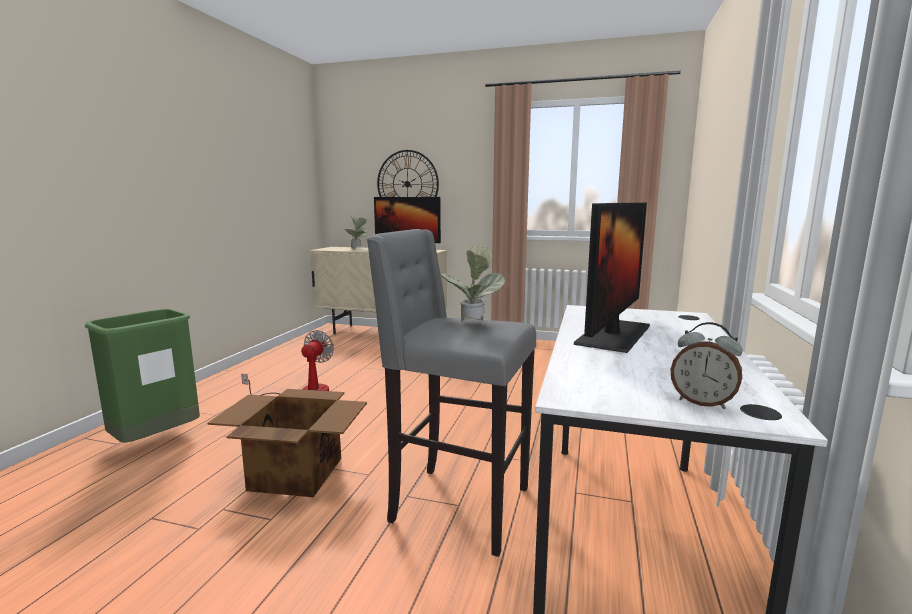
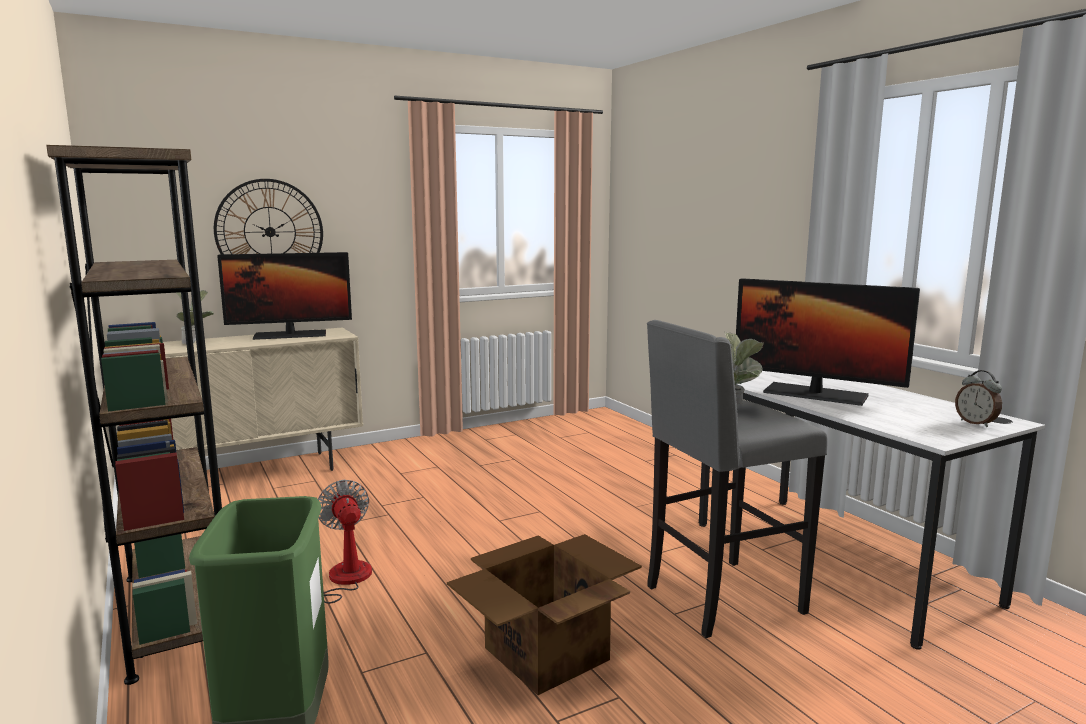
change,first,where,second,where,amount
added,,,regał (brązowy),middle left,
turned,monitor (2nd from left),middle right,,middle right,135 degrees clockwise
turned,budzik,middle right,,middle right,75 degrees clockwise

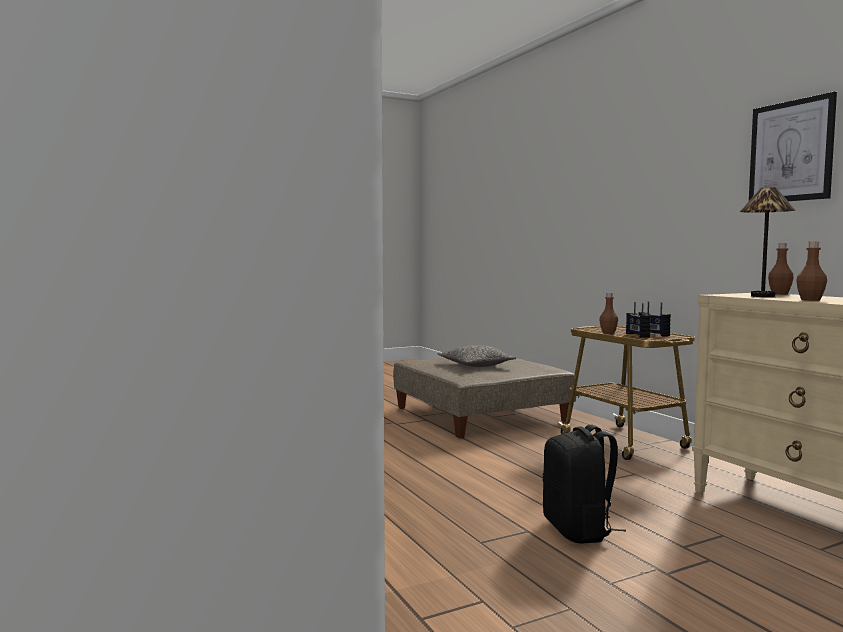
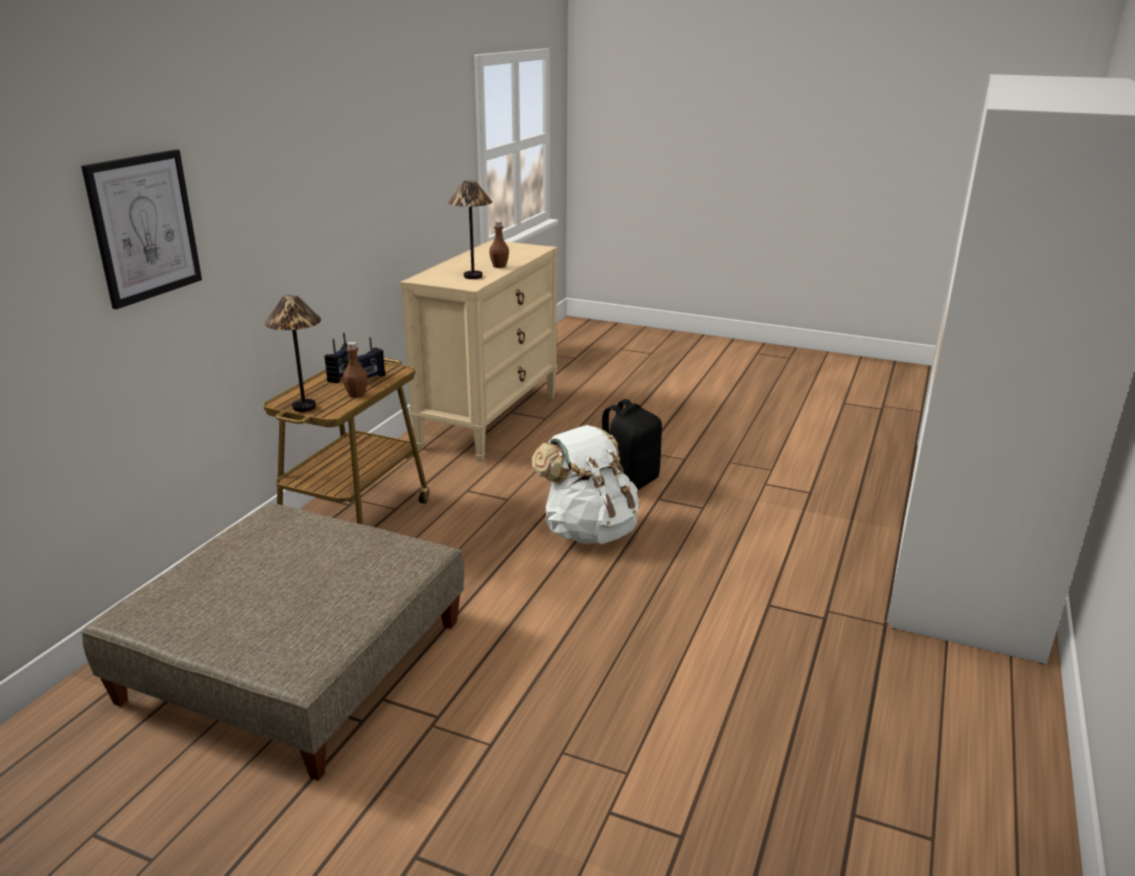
change,first,where,second,where,amount
moved,obraz,top right,,top left,
added,,,lampa stołowa (1st from left),middle left,
added,,,plecak (biały),centre,
removed,poduszka,centre,,,
removed,butelka (brązowy) (2nd from left),middle right,,,

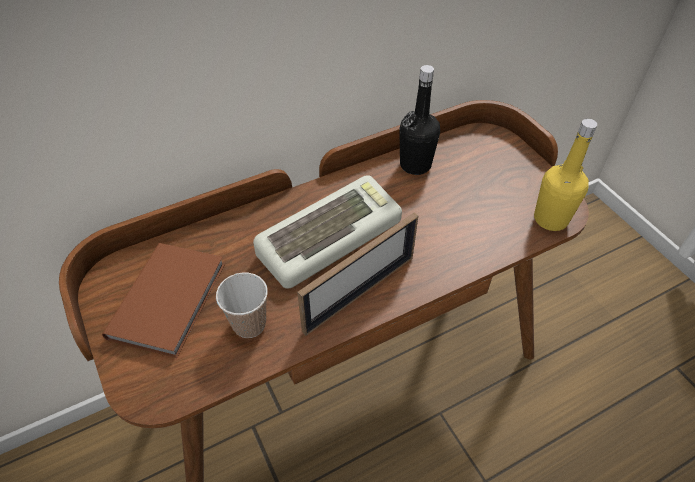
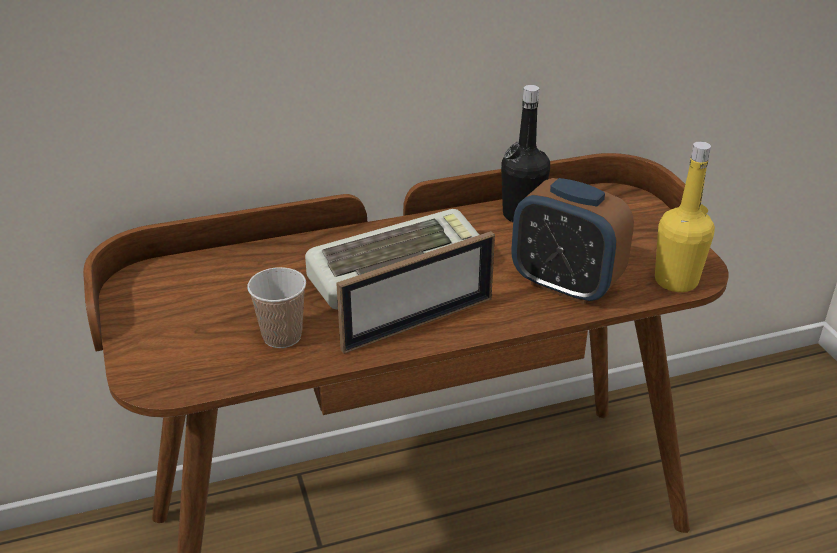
change,first,where,second,where,amount
added,,,budzik,middle right,
removed,książka (brązowy),middle left,,,

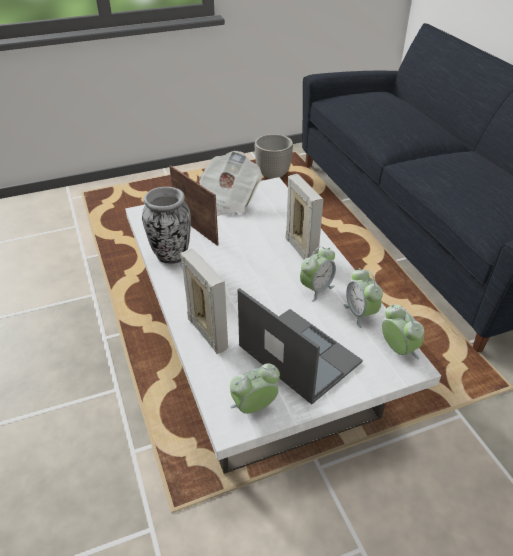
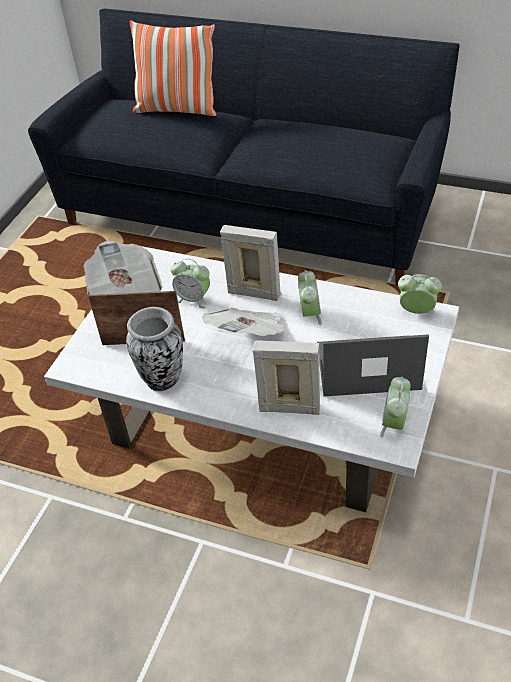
change,first,where,second,where,amount
added,,,poduszka,top centre,
moved,budzik (3rd from left in the first image),middle right,budzik (1st from left),centre,
added,,,gazeta (2nd from left),centre,
removed,donica,top centre,,,

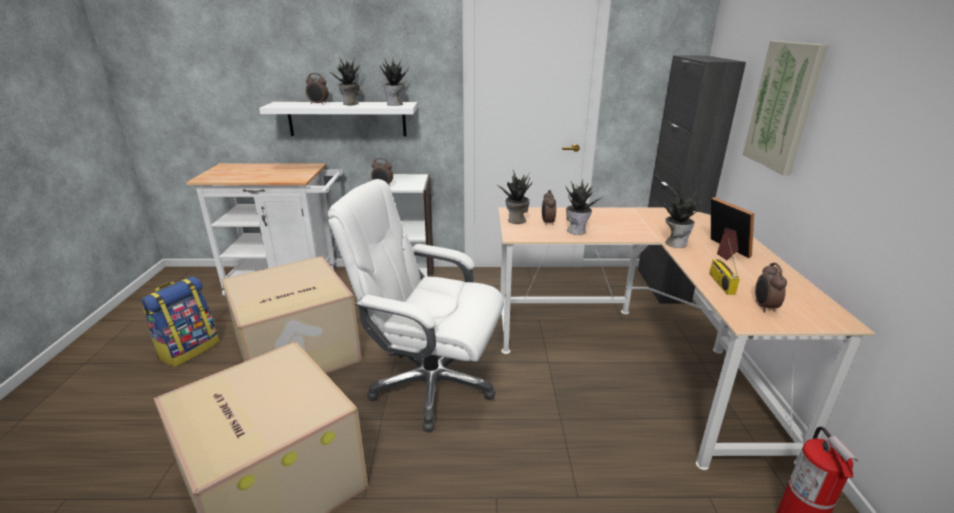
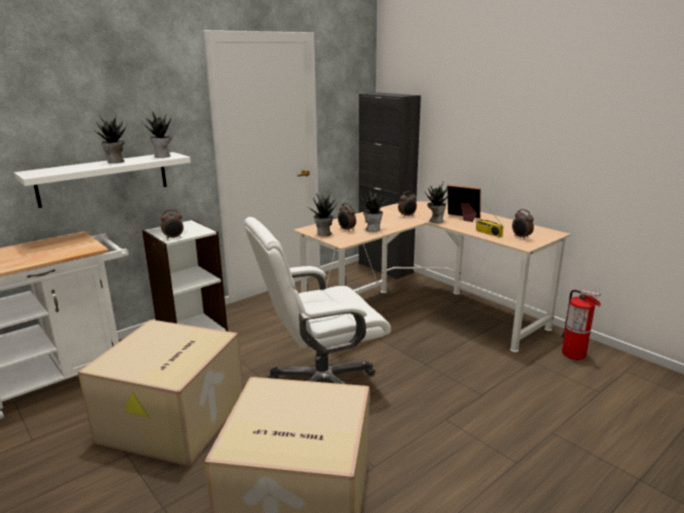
change,first,where,second,where,amount
moved,budzik (1st from left in the first image),top left,budzik (3rd from left),centre,
removed,plecak,middle left,,,
removed,obraz,top right,,,

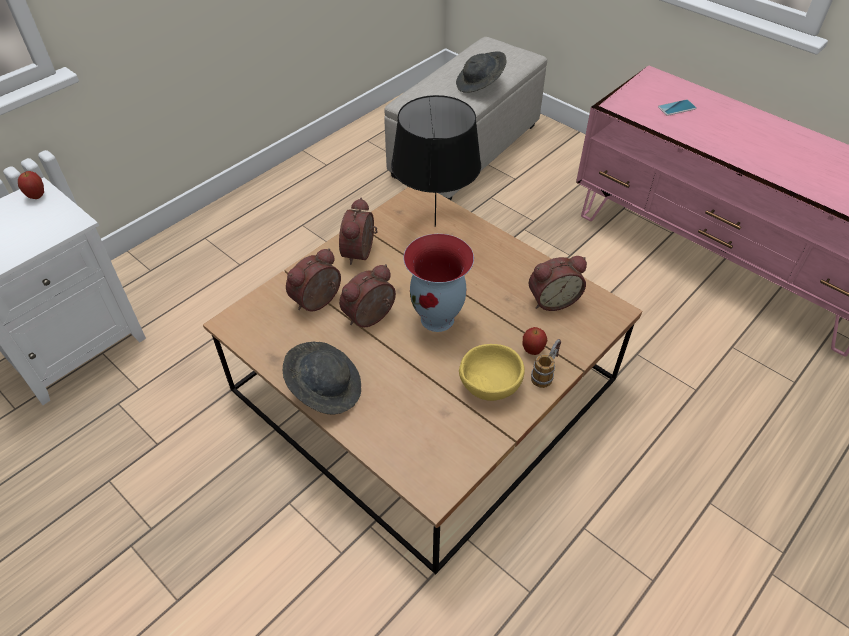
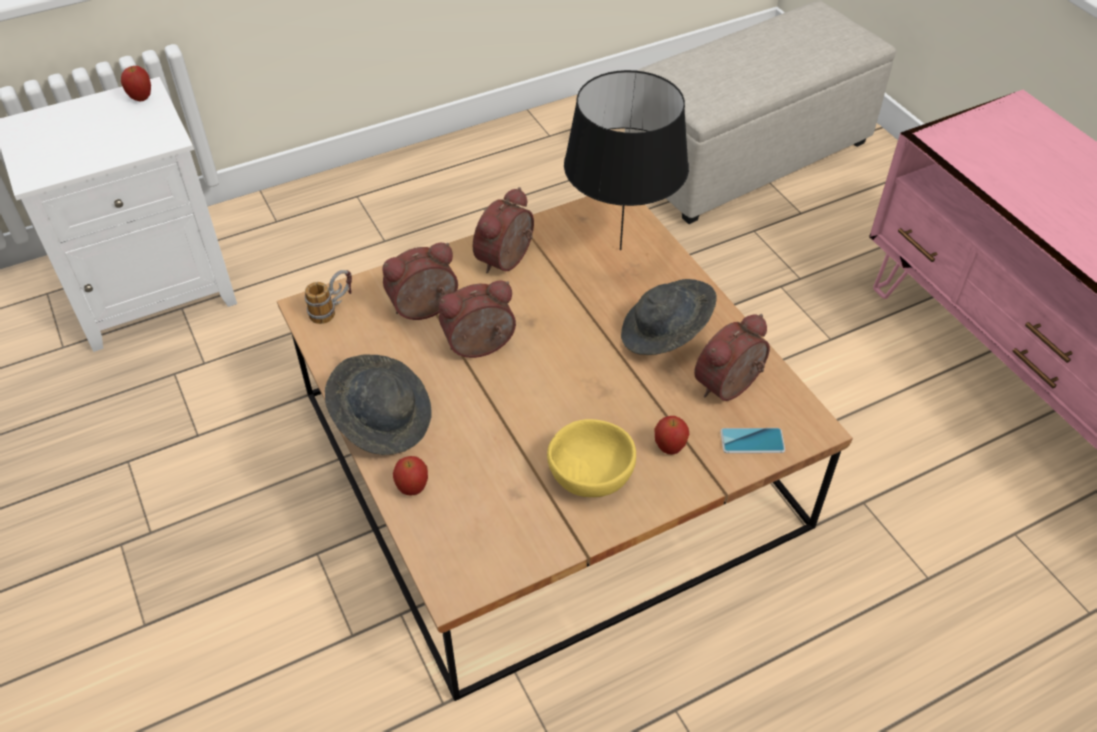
change,first,where,second,where,amount
moved,kubek,centre,,middle left,
added,,,jabłko (2nd from left),centre,
moved,kapelusz (szary) (2nd from left),top centre,,centre,
turned,budzik (4th from left),centre,,middle right,135 degrees clockwise
moved,telefon,top right,,middle right,
removed,wazon,centre,,,

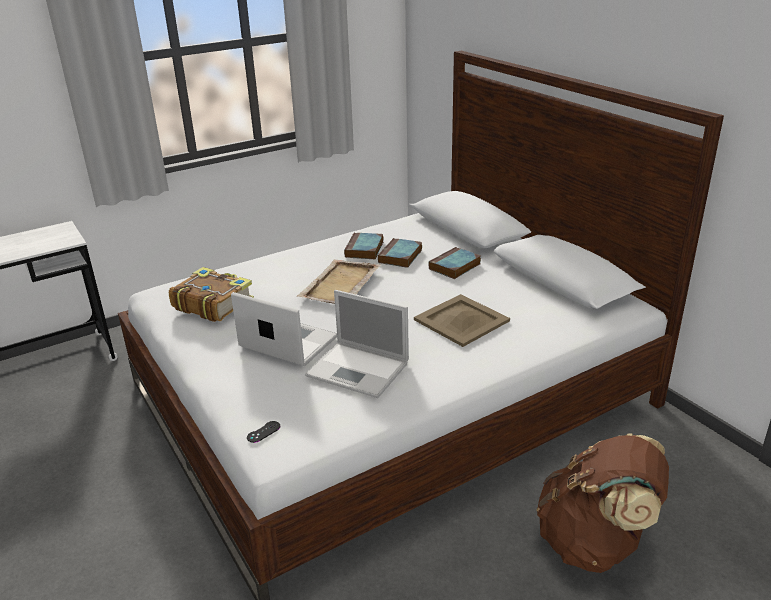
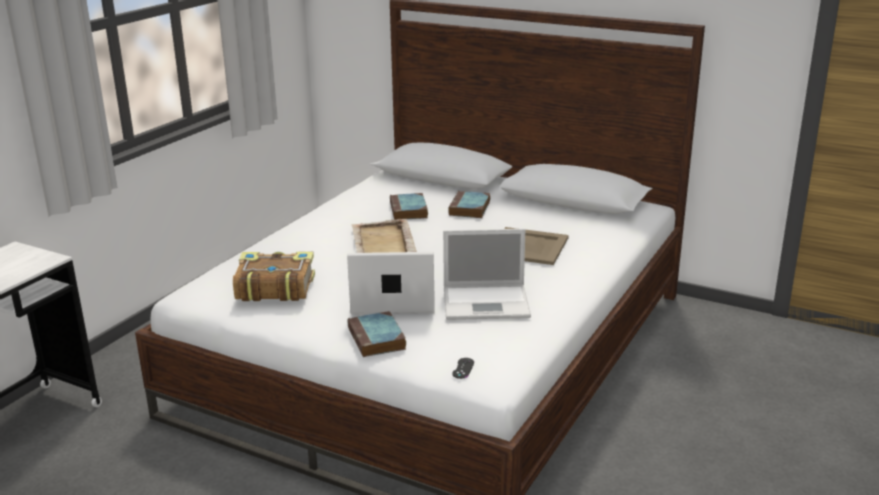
change,first,where,second,where,amount
moved,książka (2nd from left),centre,,bottom centre,
removed,plecak (brązowy),bottom right,,,

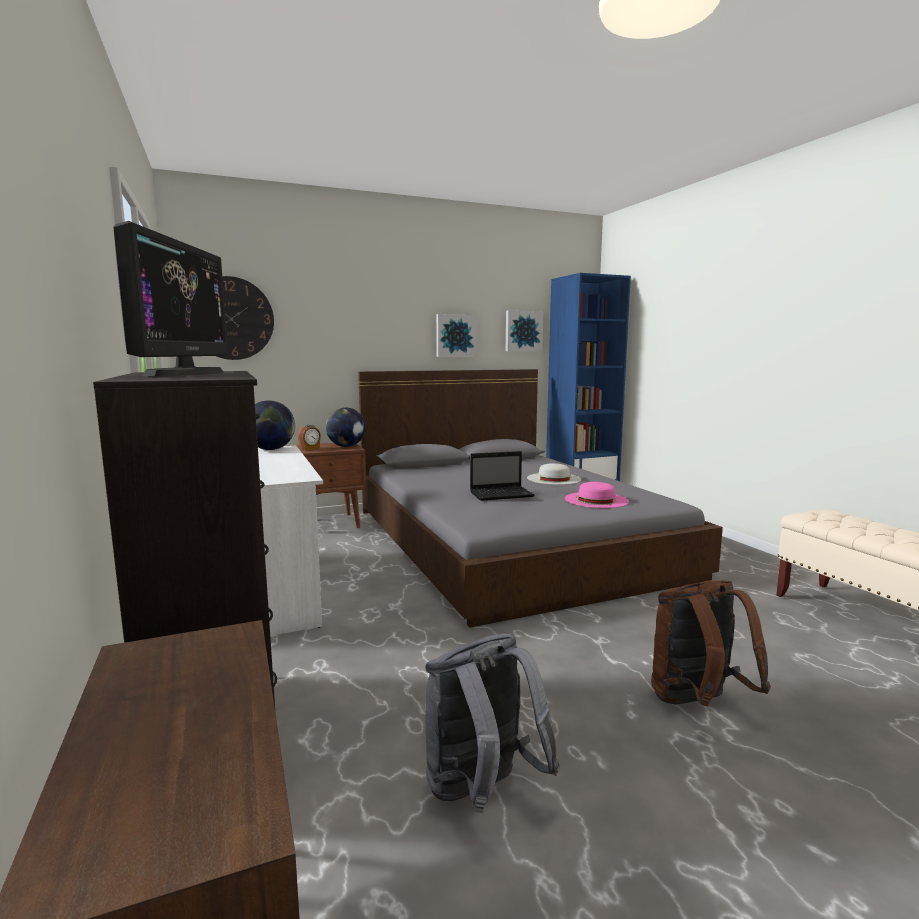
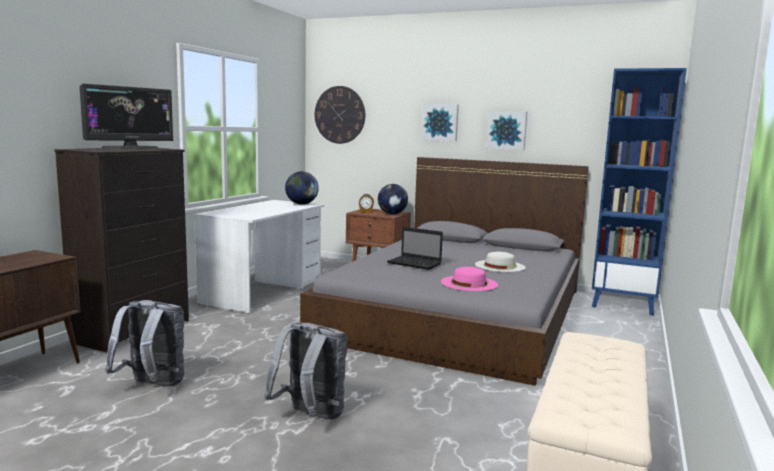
change,first,where,second,where,amount
recoloured,plecak (brązowy),bottom right,plecak (szary) (2nd from left),bottom centre,
moved,obraz (2nd from left in the first image),centre,obraz (1st from left),top centre,

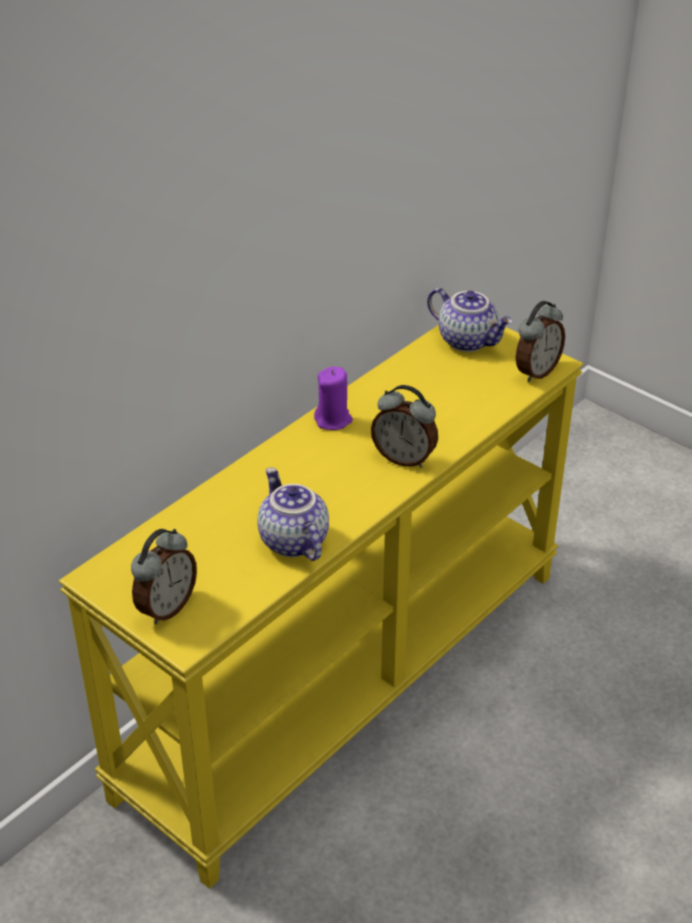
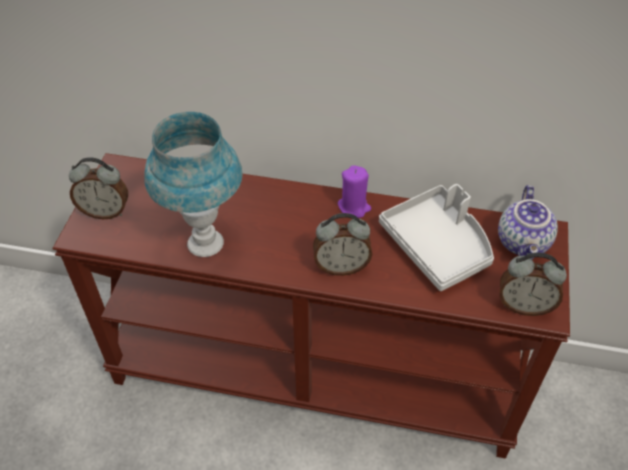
change,first,where,second,where,amount
recoloured,stolik konsolowy (żółty),centre,stolik konsolowy (brązowy),centre,
replaced,imbryk (1st from left),centre,lampa stołowa (niebieski),middle left,
turned,budzik (2nd from left),centre,,centre,90 degrees counterclockwise
added,,,taca (szary),middle right,

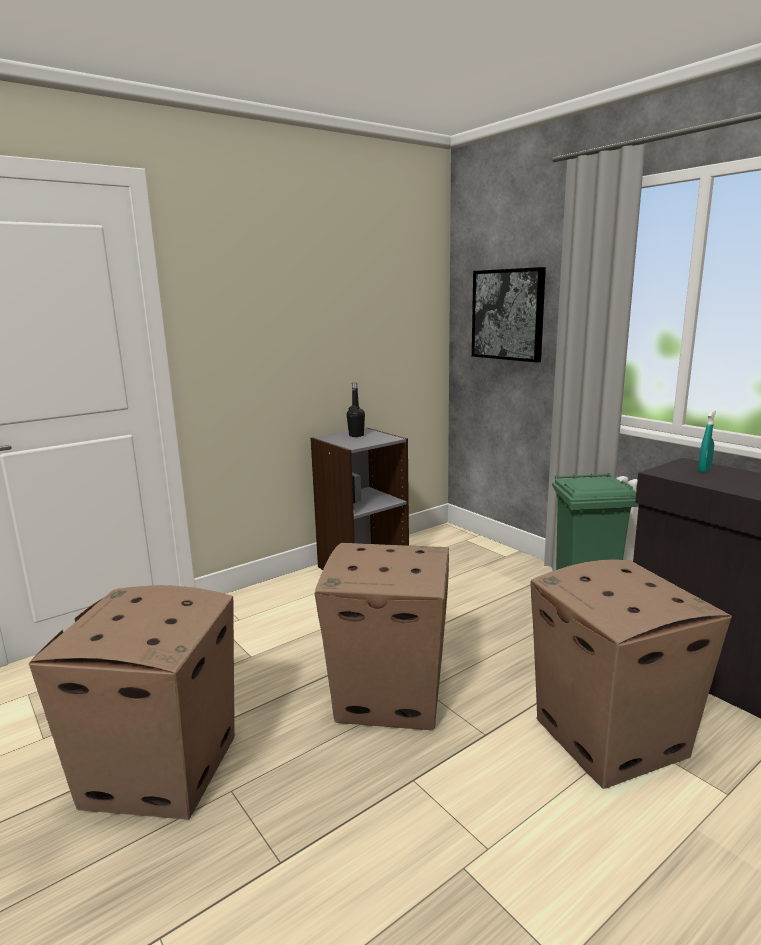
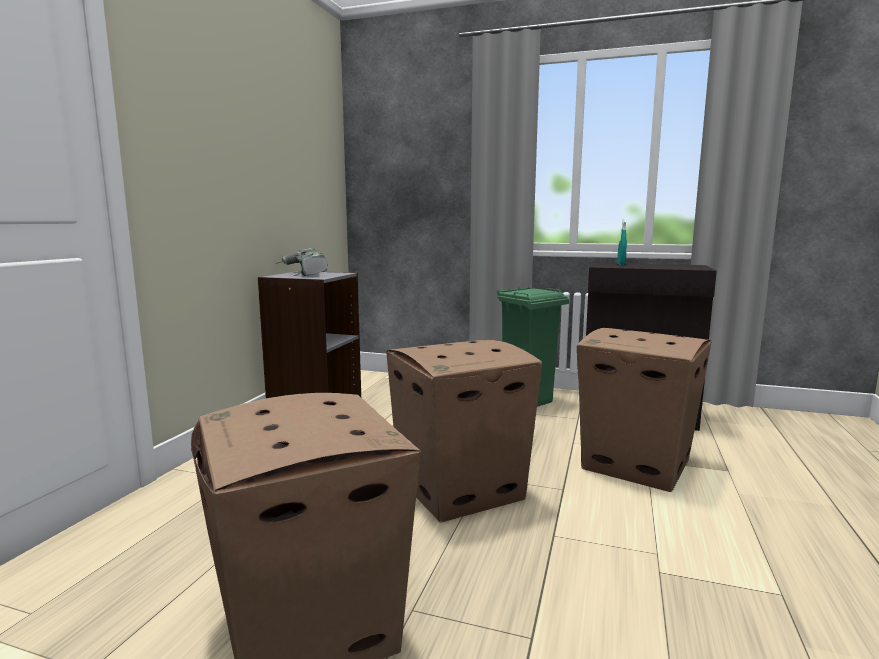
change,first,where,second,where,amount
replaced,butelka (czarny),centre,wiertarka,centre,
removed,obraz,middle right,,,

